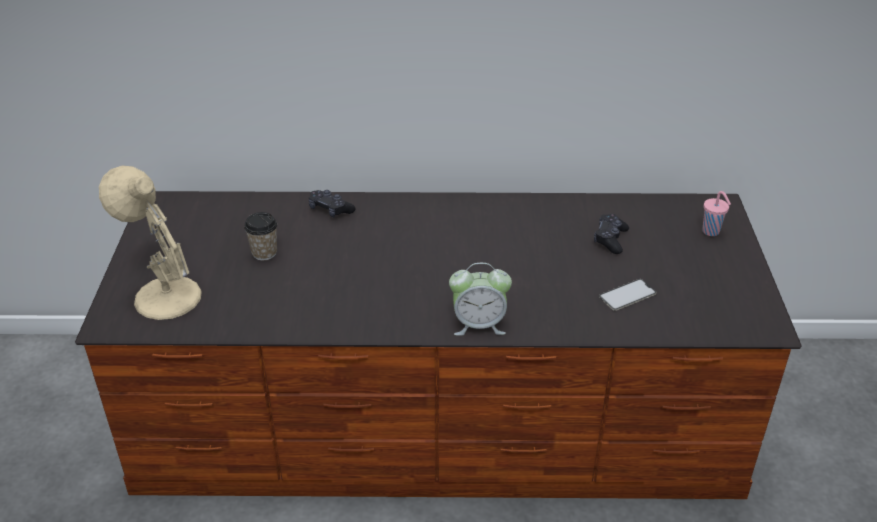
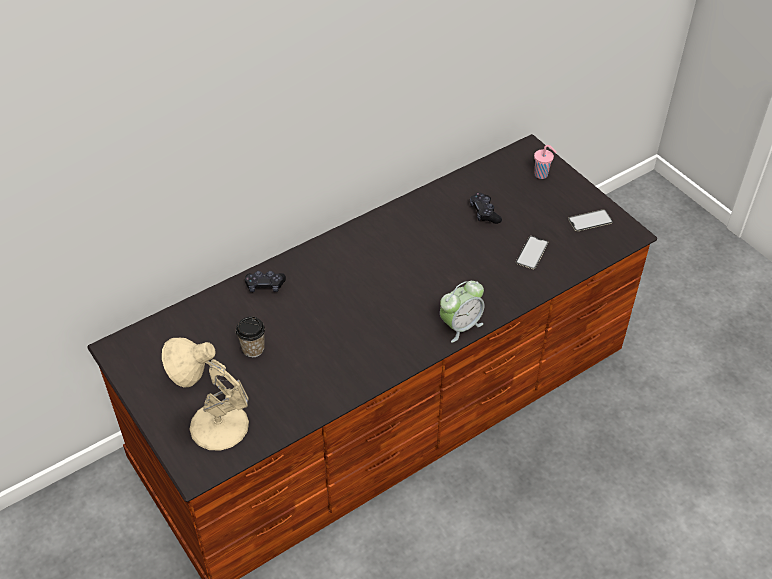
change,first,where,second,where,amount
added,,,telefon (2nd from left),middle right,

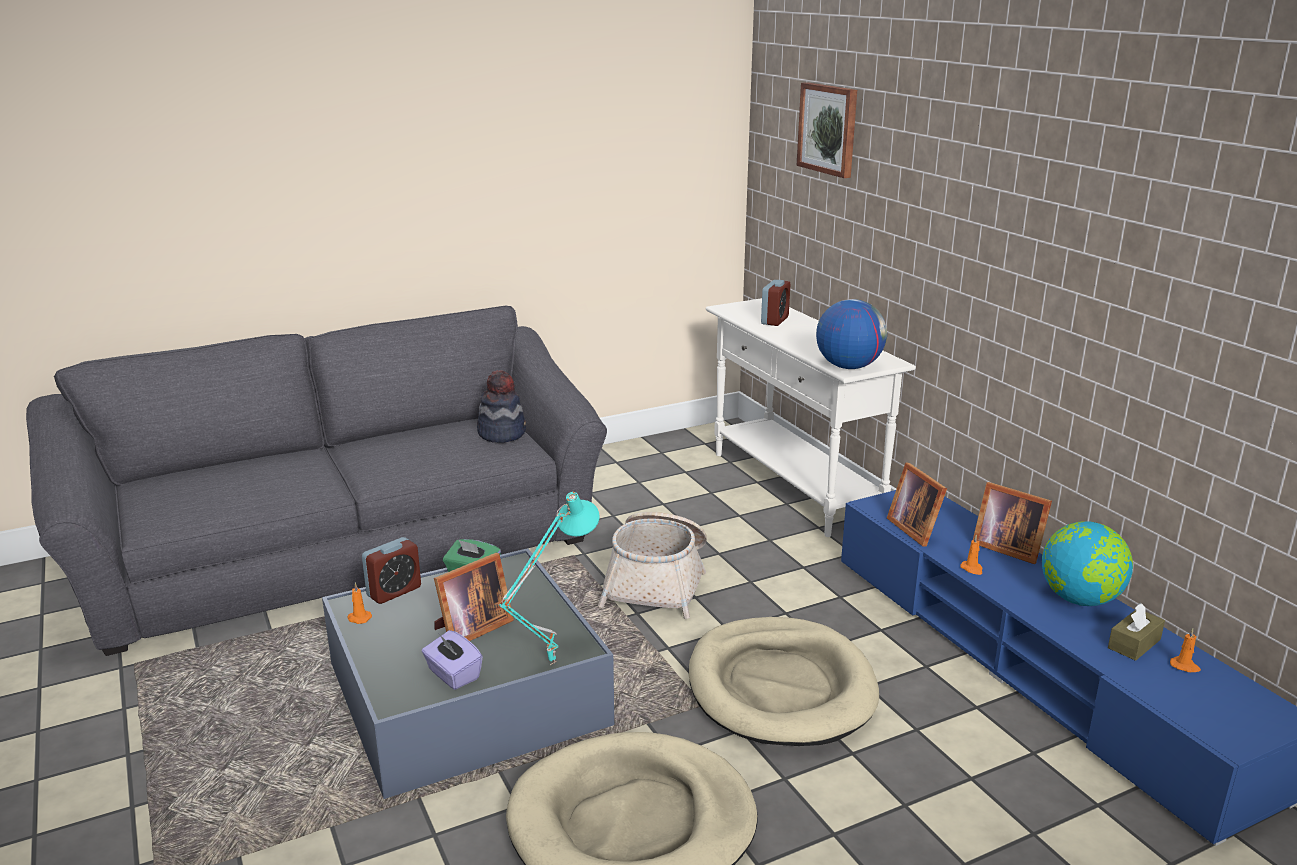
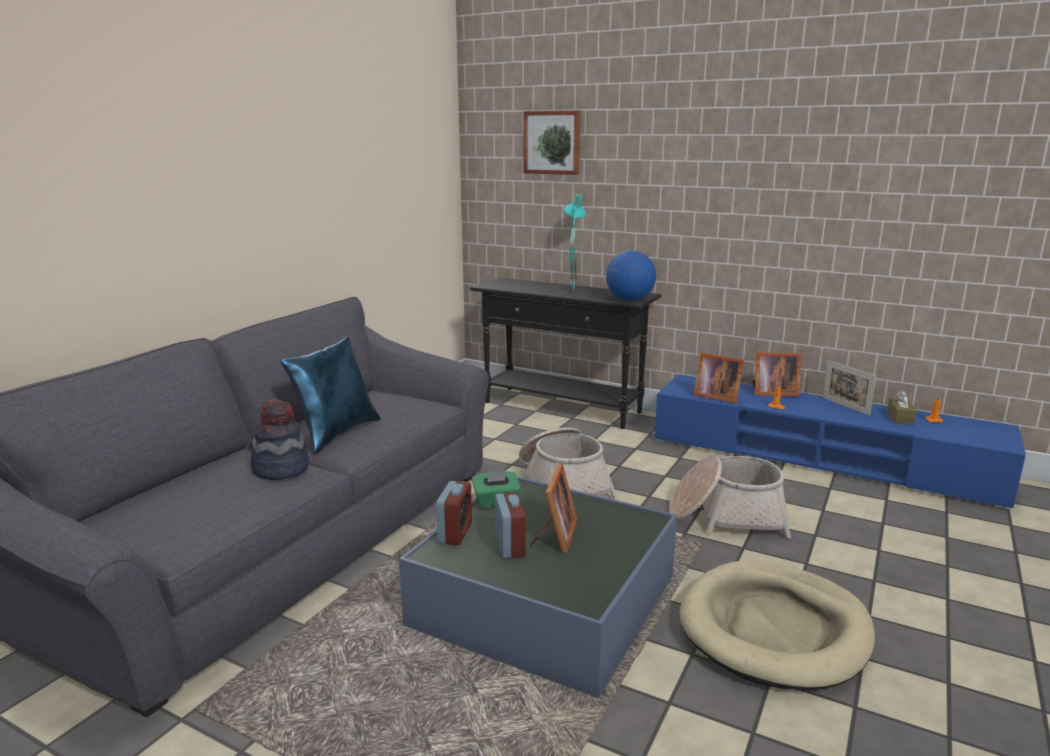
change,first,where,second,where,amount
moved,kapelusz,centre,,middle left,
added,,,poduszka (niebieski),middle left,
recoloured,stolik konsolowy (biały),centre,stolik konsolowy (czarny),centre,
moved,budzik (2nd from left),centre,,bottom centre,
moved,lampa stołowa (turkusowy),bottom centre,,top centre,
replaced,legowisko (beżowy) (2nd from left),bottom centre,koszyk (2nd from left),middle right,
replaced,globus (2nd from left),middle right,ramka na zdjęcie (4th from left),middle right,
removed,świeca (pomarańczowy) (1st from left),bottom left,,,
removed,pudełko chusteczek (fioletowy),bottom centre,,,

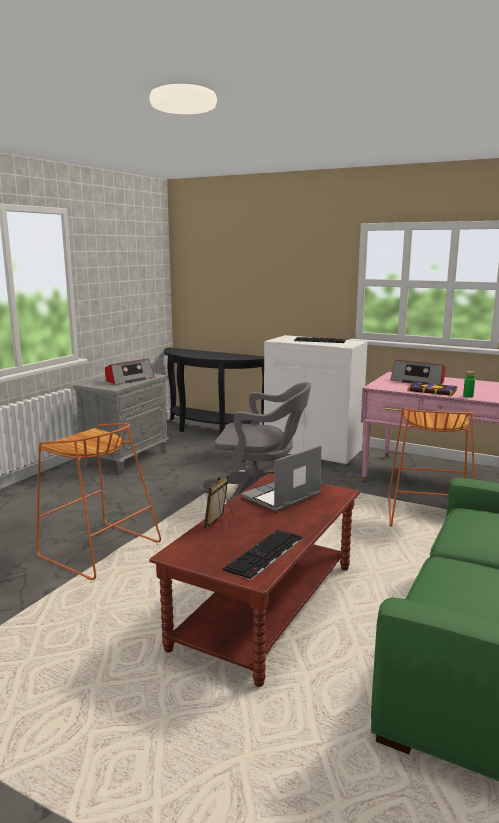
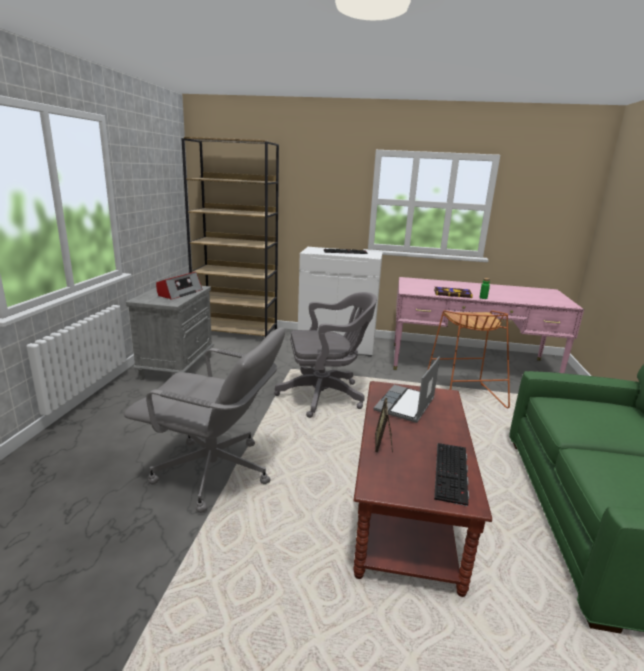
change,first,where,second,where,amount
replaced,stołek (pomarańczowy) (1st from left),middle left,krzesło biurowe (szary) (1st from left),middle left,
replaced,stolik konsolowy (czarny),centre,regał (brązowy),centre,
removed,radio (2nd from left),middle right,,,

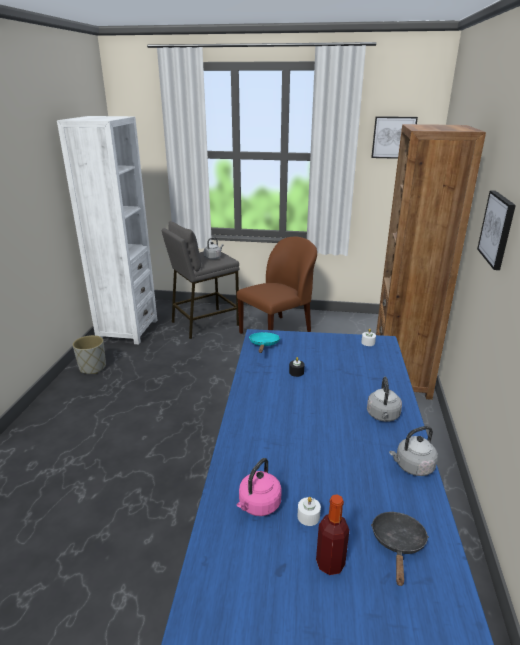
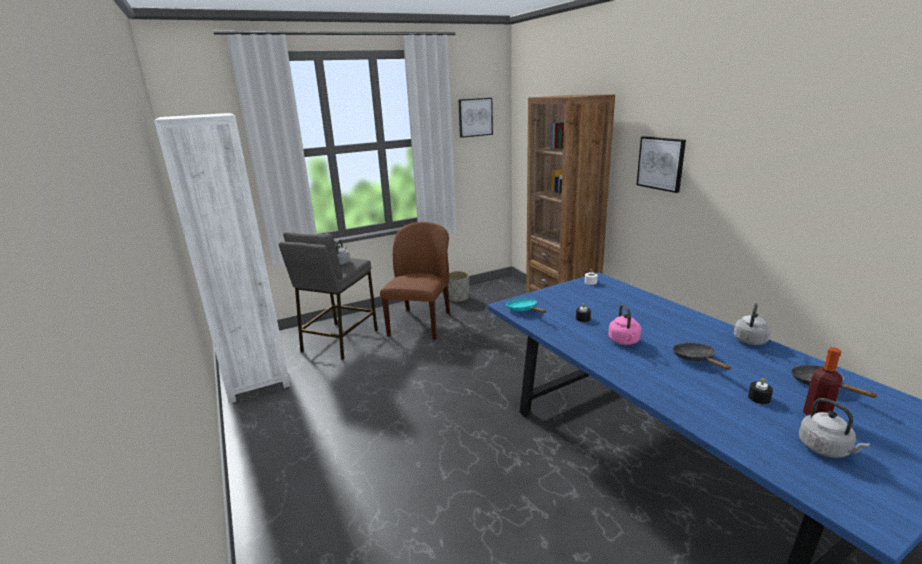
change,first,where,second,where,amount
moved,donica (szary),middle left,,centre,
moved,czajnik (różowy),bottom centre,,middle right,
added,,,patelnia (czarny) (1st from left),middle right,
recoloured,świeca (biały) (1st from left),bottom centre,świeca (czarny) (2nd from left),bottom right,
moved,czajnik (szary) (2nd from left in the first image),middle right,czajnik (szary) (3rd from left),bottom right,

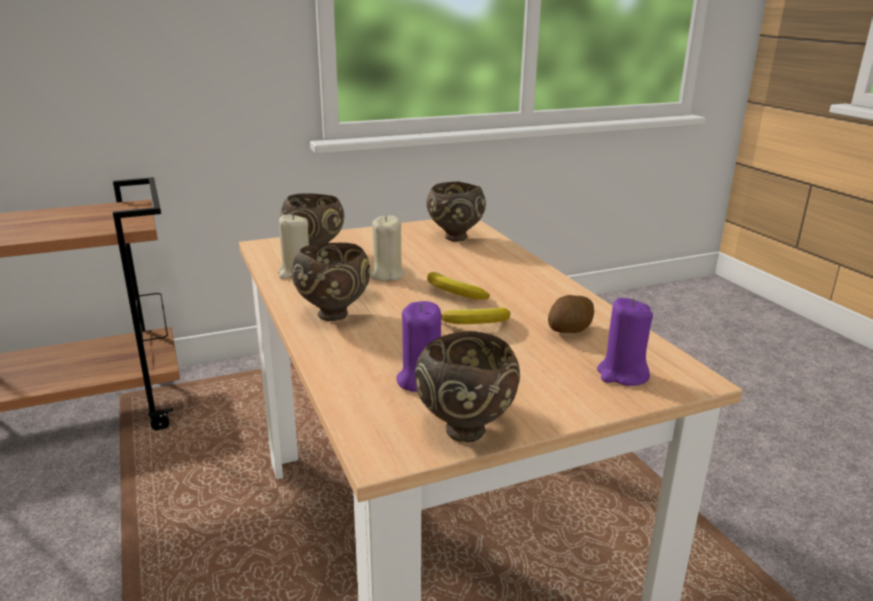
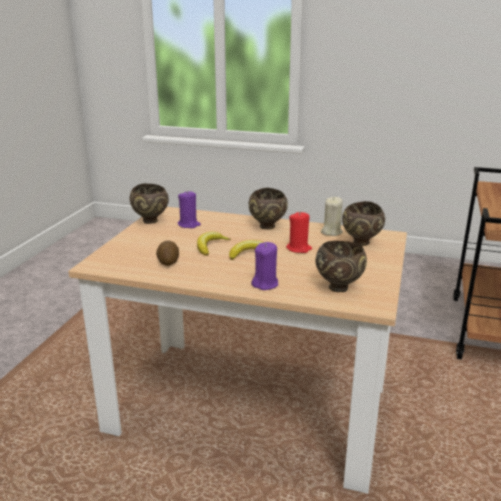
change,first,where,second,where,amount
moved,świeca (fioletowy) (2nd from left),middle right,,centre,
recoloured,świeca (beżowy) (2nd from left),centre,świeca (czerwony),centre,

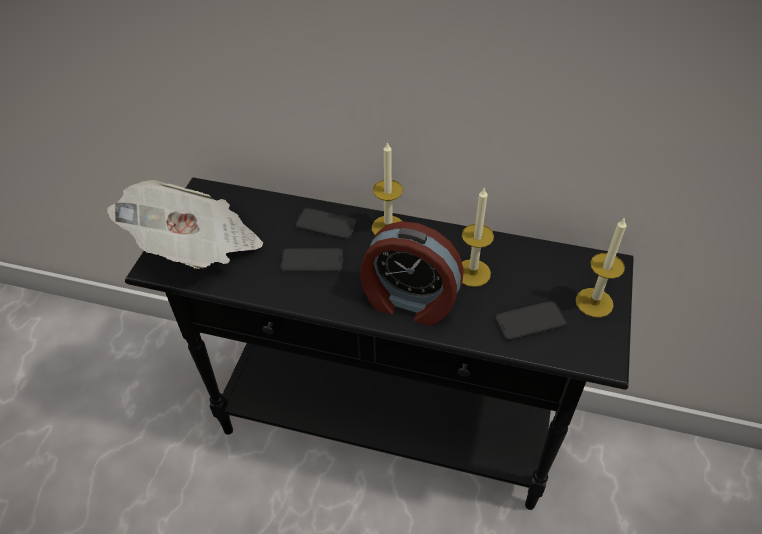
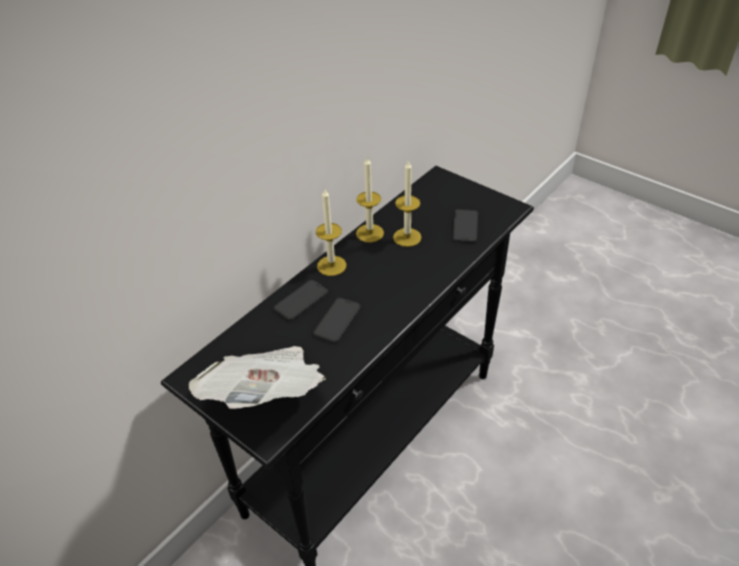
change,first,where,second,where,amount
moved,świeca (3rd from left in the first image),middle right,świeca (2nd from left),centre,
removed,budzik,centre,,,

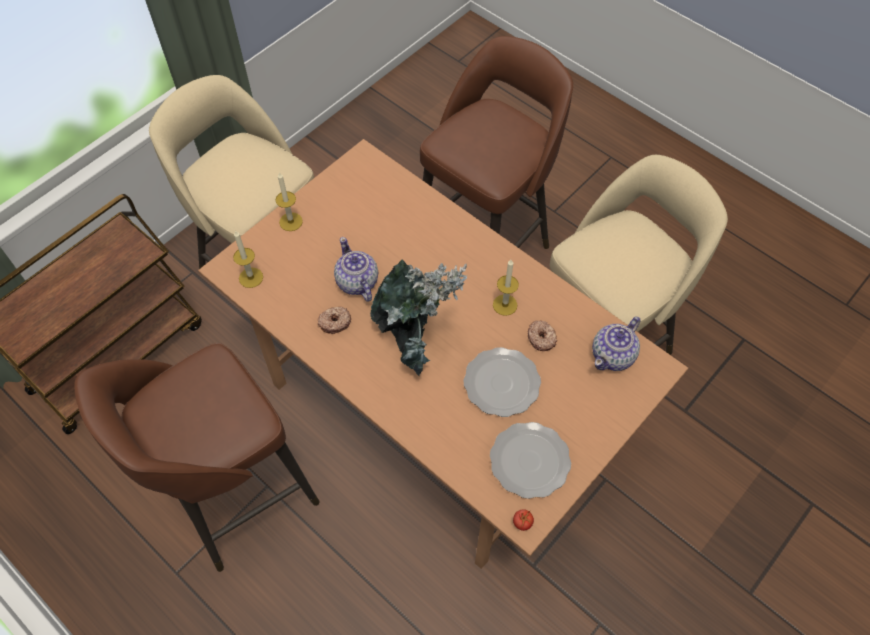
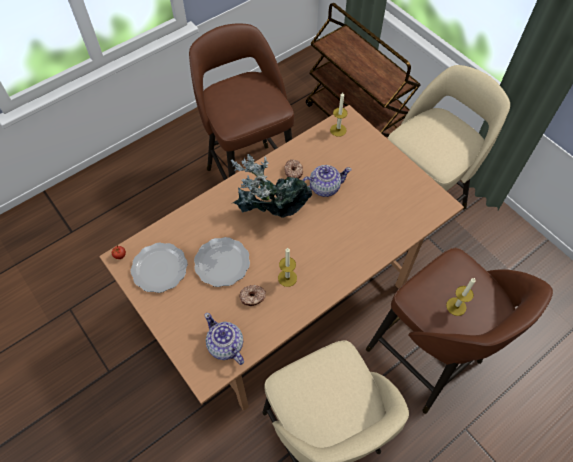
change,first,where,second,where,amount
moved,świeca (2nd from left in the first image),top left,świeca (3rd from left),middle right,

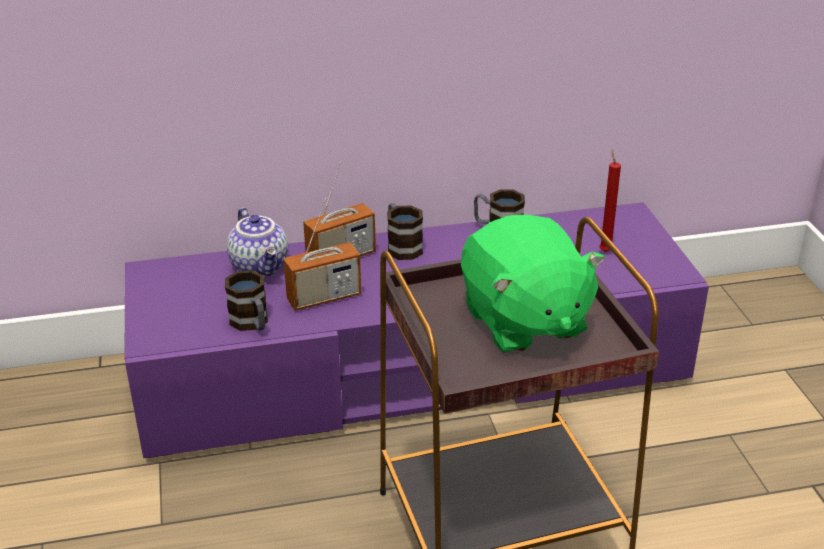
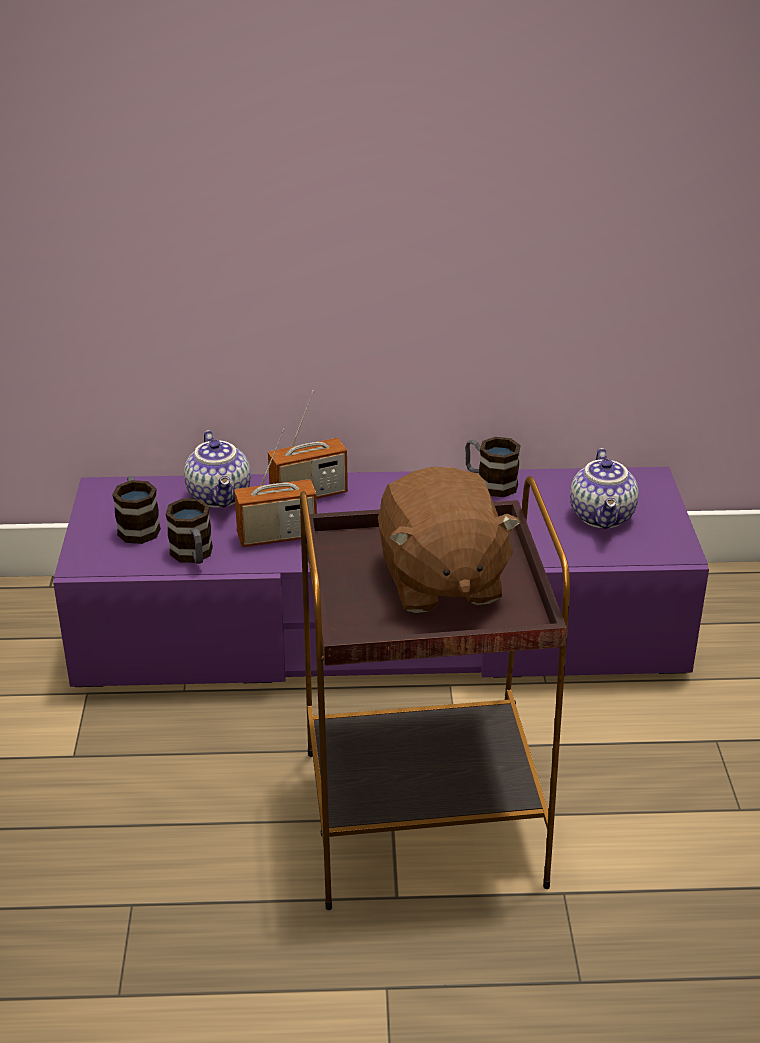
change,first,where,second,where,amount
moved,kubek (2nd from left in the first image),centre,kubek (1st from left),middle left,
recoloured,pluszak (zielony),centre,pluszak (brązowy),centre,
replaced,świeca (czerwony),middle right,imbryk (2nd from left),middle right,

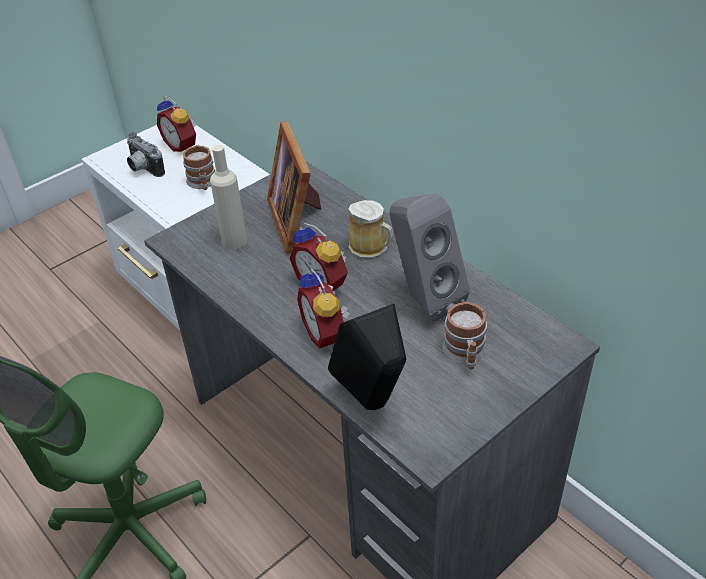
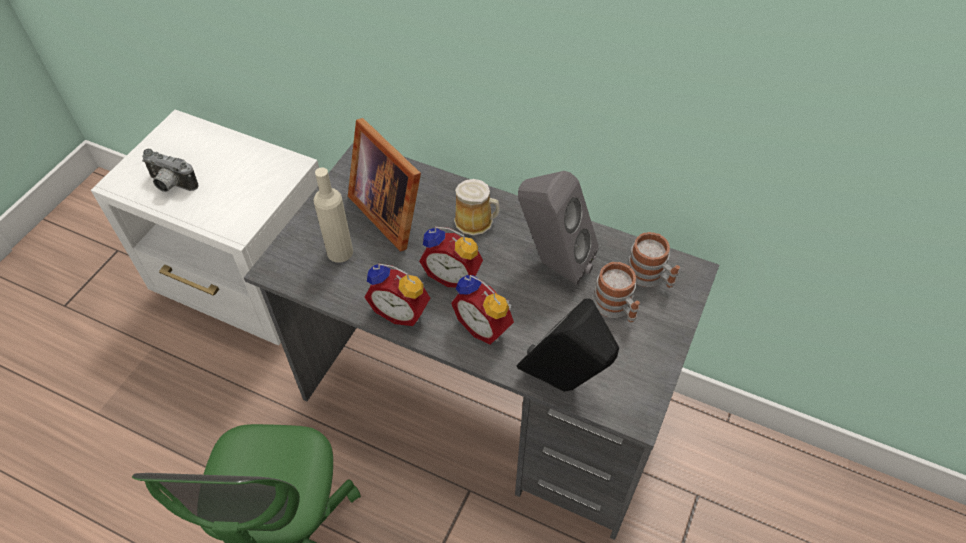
change,first,where,second,where,amount
moved,budzik (1st from left),top left,,centre,
moved,kubek (1st from left in the first image),top left,kubek (3rd from left),middle right,

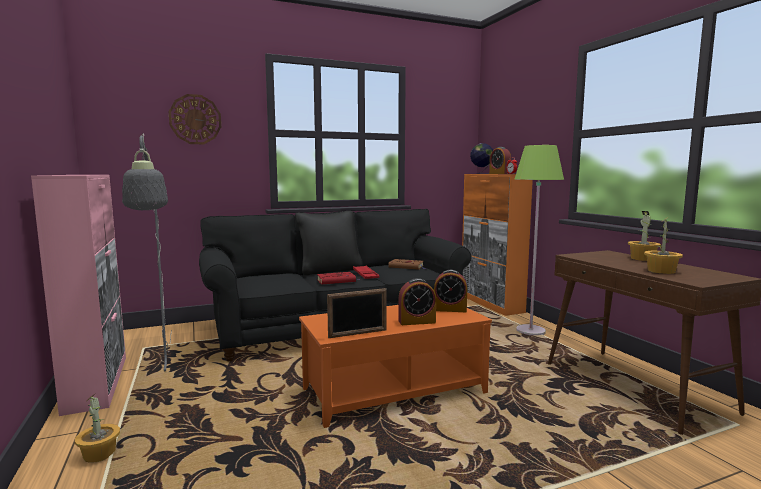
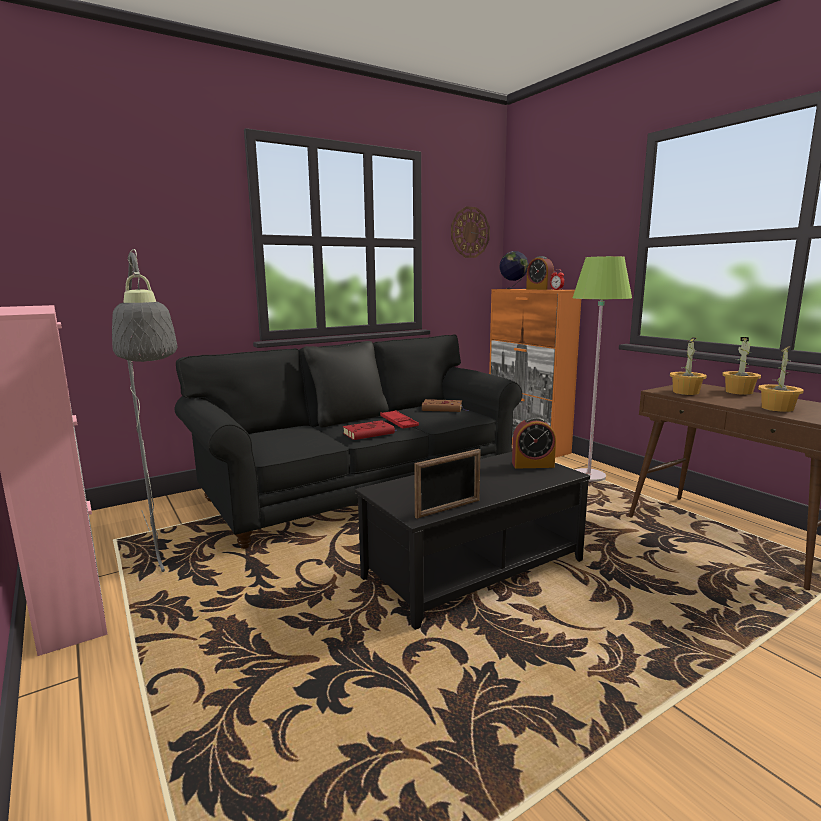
change,first,where,second,where,amount
recoloured,ława (pomarańczowy),bottom centre,ława (czarny),centre,
moved,zegar ścienny,top left,,top centre,
moved,roślina doniczkowa (1st from left),bottom left,,middle right,
removed,budzik (1st from left),centre,,,

